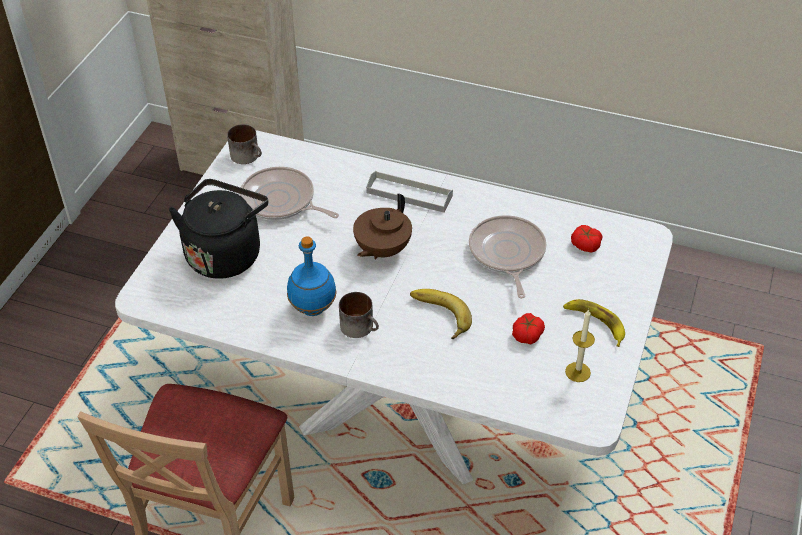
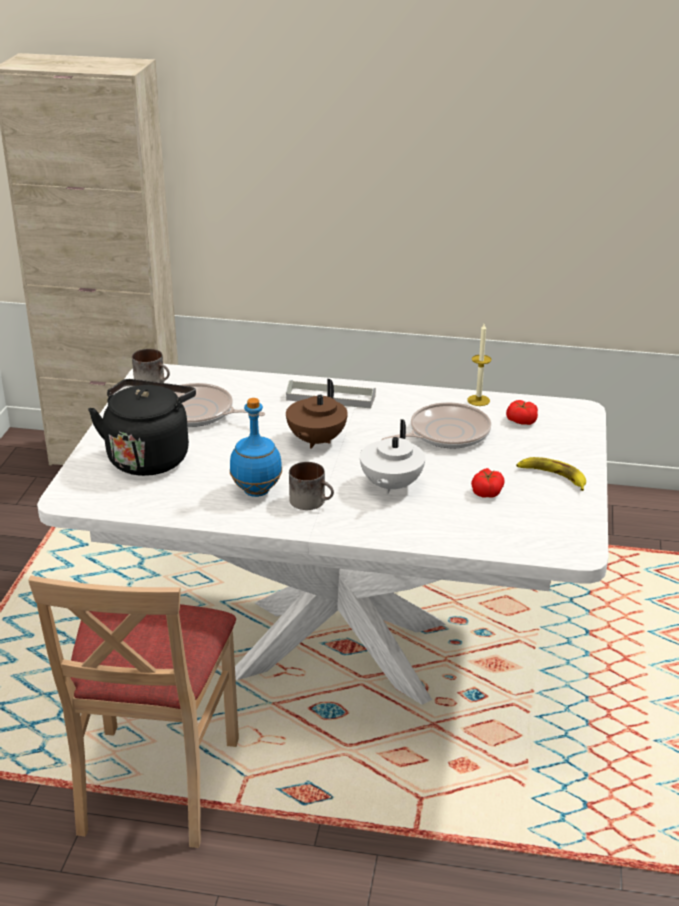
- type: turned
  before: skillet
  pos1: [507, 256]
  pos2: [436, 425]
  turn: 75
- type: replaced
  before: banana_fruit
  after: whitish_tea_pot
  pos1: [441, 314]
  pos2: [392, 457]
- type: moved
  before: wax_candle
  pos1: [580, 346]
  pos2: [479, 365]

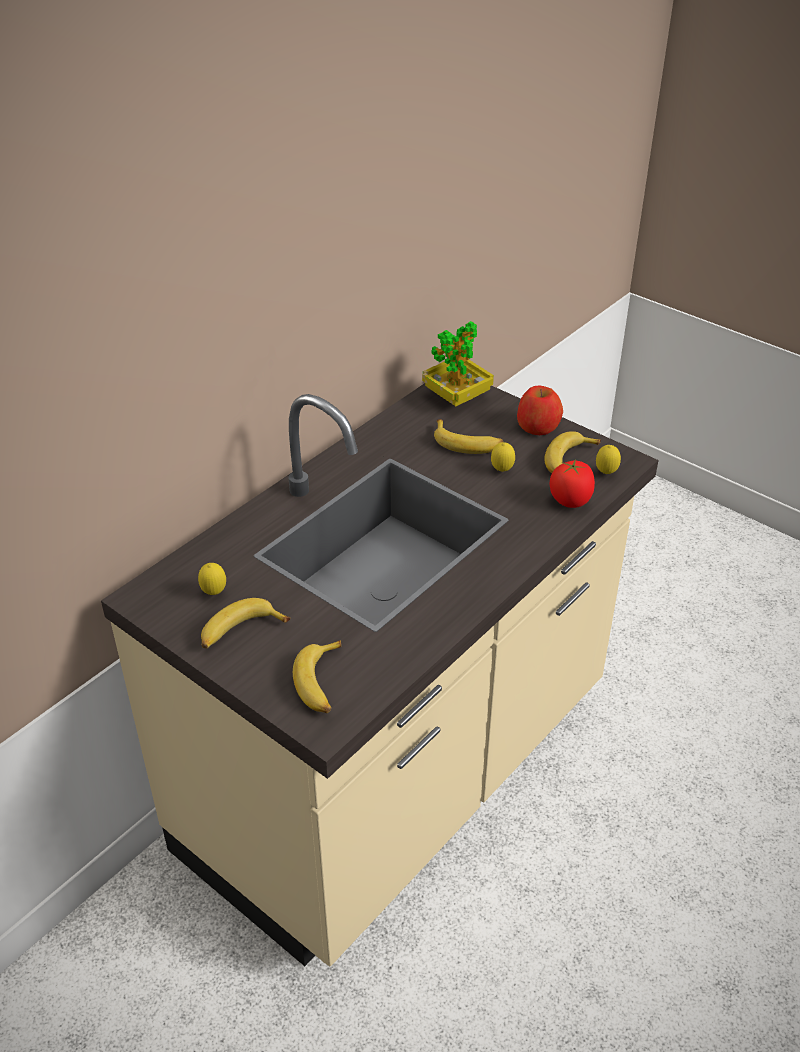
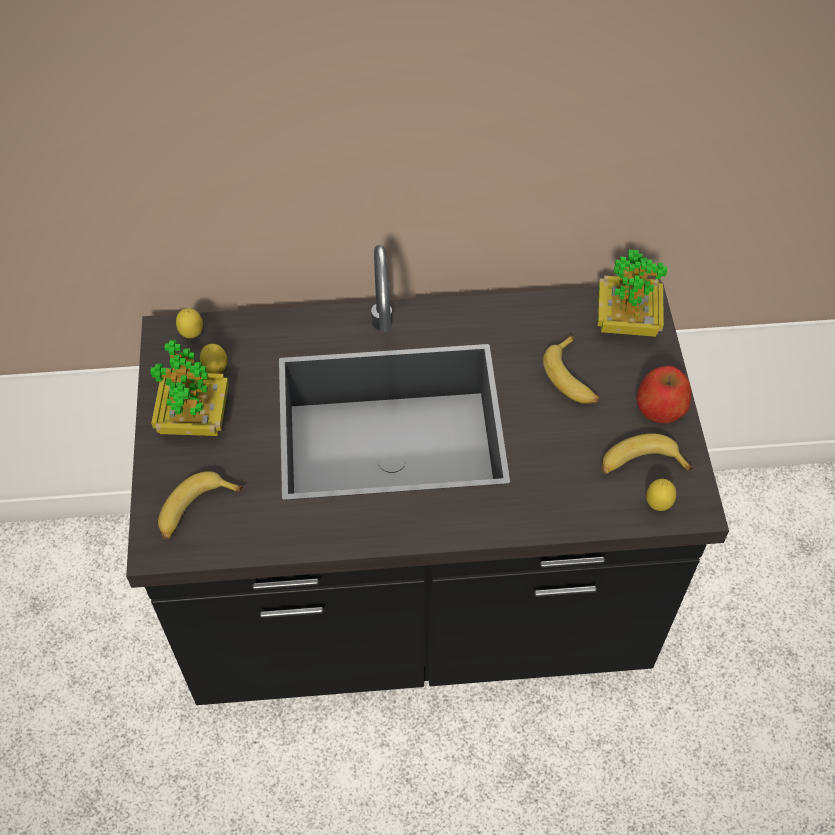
- type: recoloured
  before: beige_counter
  after: black-coloured_counter
  pos1: [380, 675]
  pos2: [427, 475]
- type: moved
  before: lemon
  pos1: [503, 457]
  pos2: [189, 323]
- type: removed
  before: whole_tomato
  pos1: [572, 483]
- type: replaced
  before: banana_fruit
  after: potted_plant
  pos1: [245, 623]
  pos2: [189, 388]

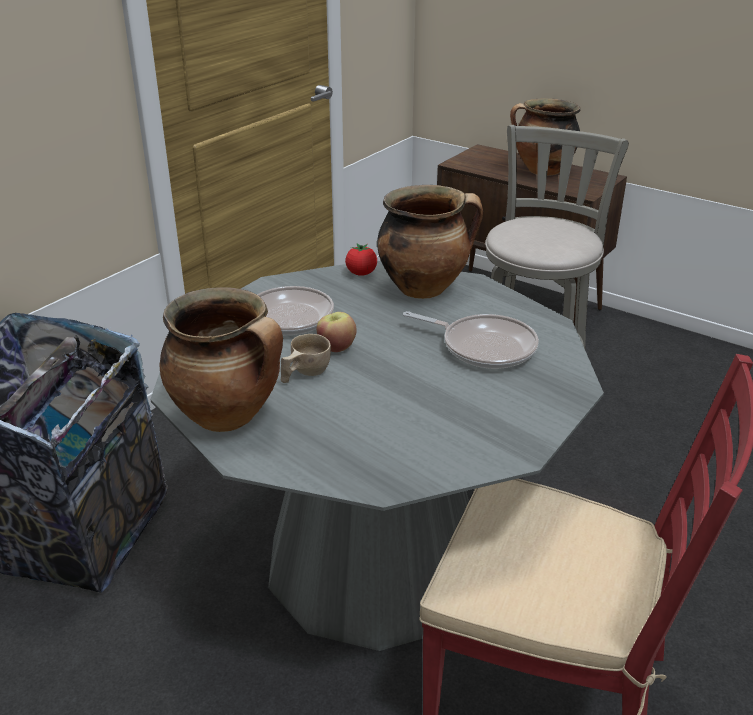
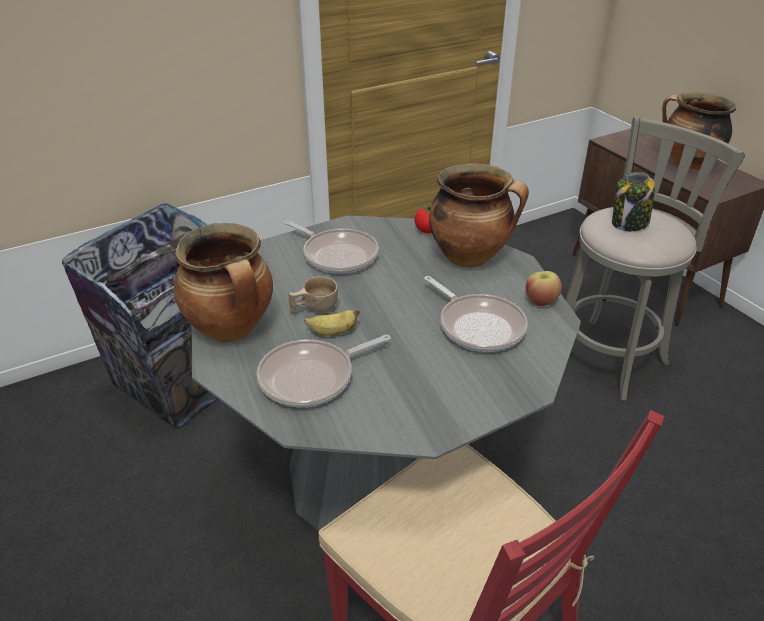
- type: moved
  before: whole_apple
  pos1: [336, 332]
  pos2: [544, 288]
- type: added
  after: storage_jar
  pos2: [633, 201]
- type: added
  after: banana_fruit
  pos2: [332, 322]
- type: added
  after: skillet
  pos2: [324, 370]

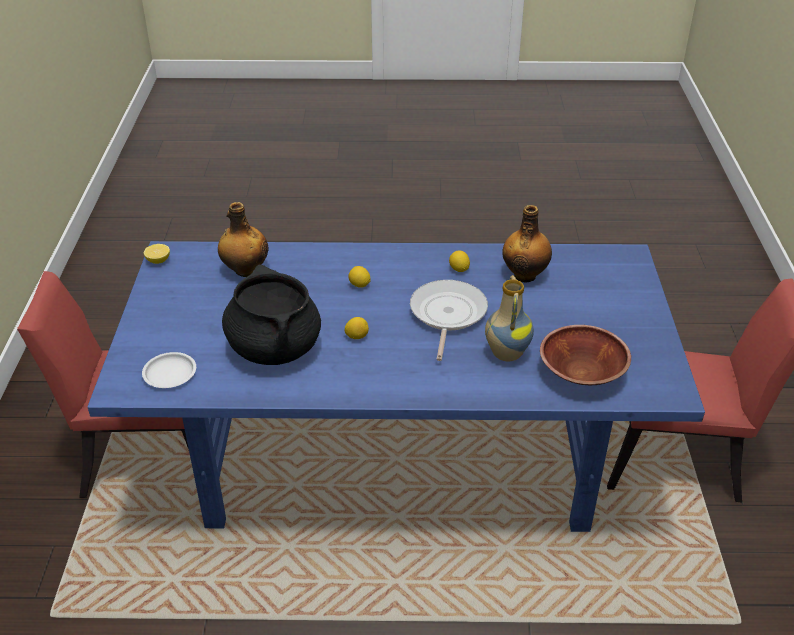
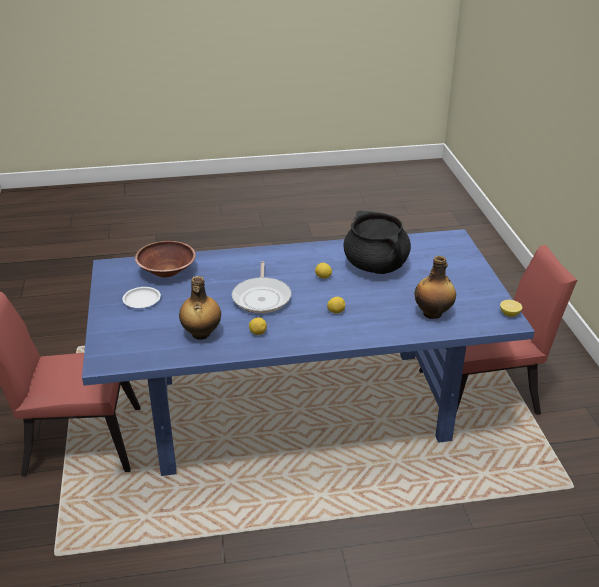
- type: removed
  before: decorative_vase
  pos1: [509, 318]
- type: moved
  before: whitish_flat_dish
  pos1: [169, 370]
  pos2: [141, 297]

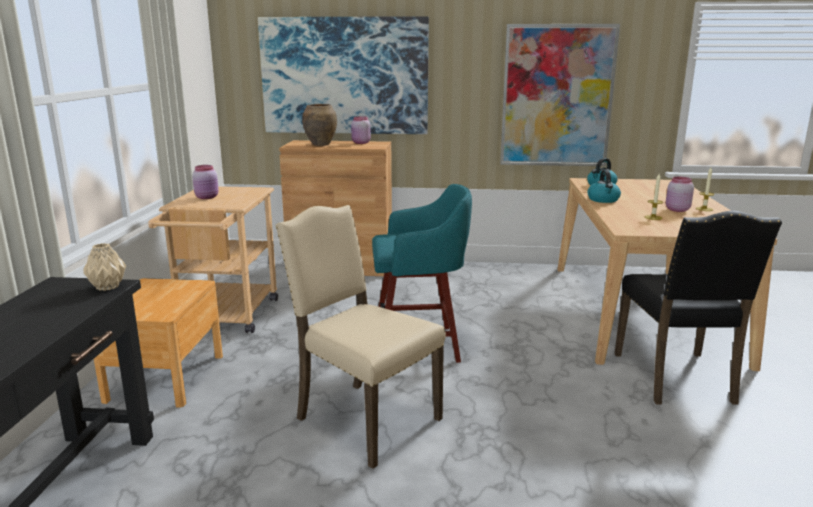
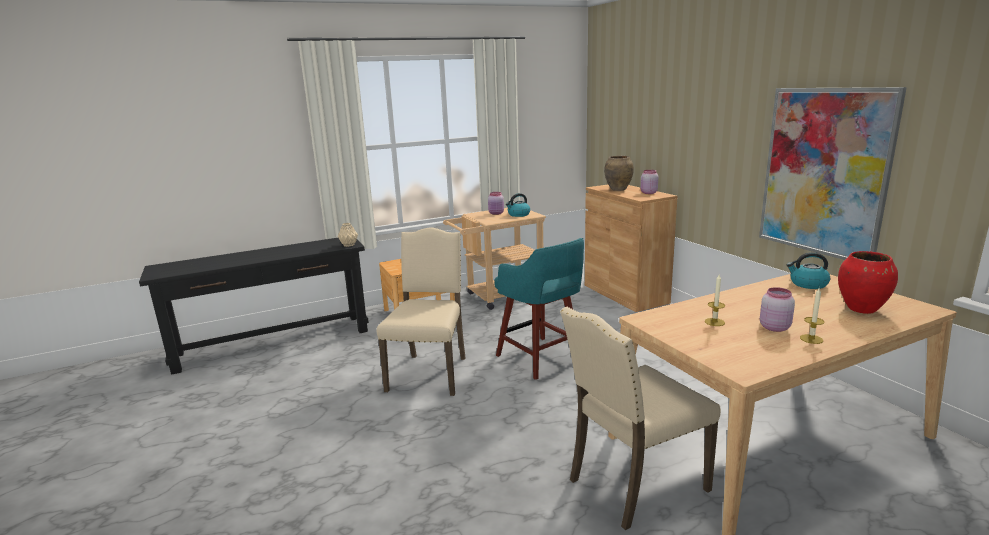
- type: removed
  before: picture
  pos1: [343, 75]
- type: moved
  before: water_kettle
  pos1: [604, 186]
  pos2: [518, 205]
- type: recoloured
  before: black-coloured_upright_chair
  after: beige_upright_chair
  pos1: [698, 307]
  pos2: [640, 418]
- type: added
  after: red_decorative_vase
  pos2: [868, 282]

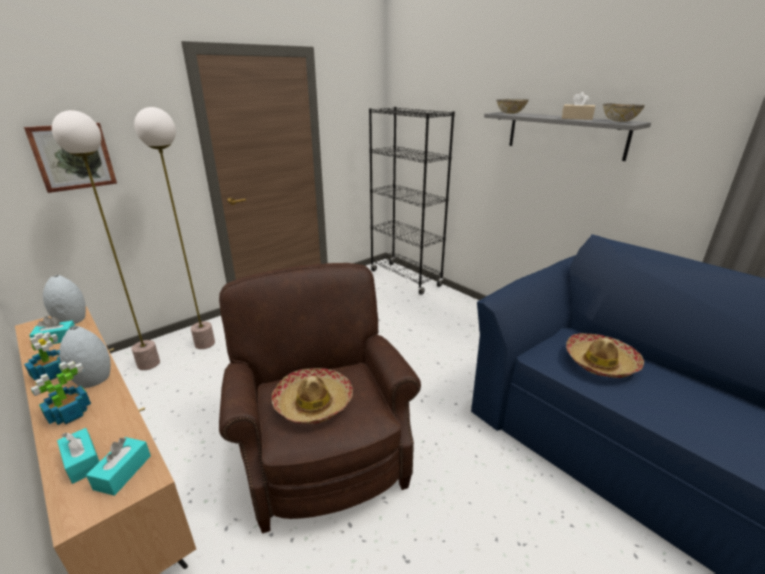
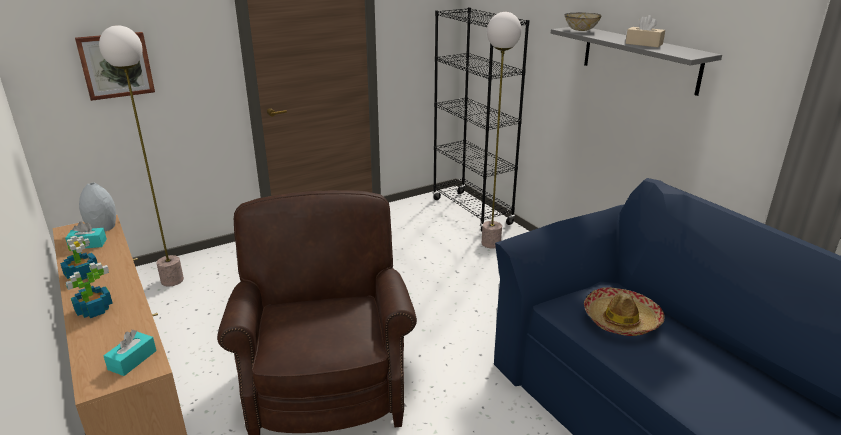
- type: removed
  before: deep_dish
  pos1: [624, 113]
- type: moved
  before: floor_lamp
  pos1: [174, 228]
  pos2: [501, 130]
- type: removed
  before: greyish_decorative_vase
  pos1: [85, 357]
- type: removed
  before: hat
  pos1: [312, 396]
- type: removed
  before: turquoise_tissue_box
  pos1: [78, 456]

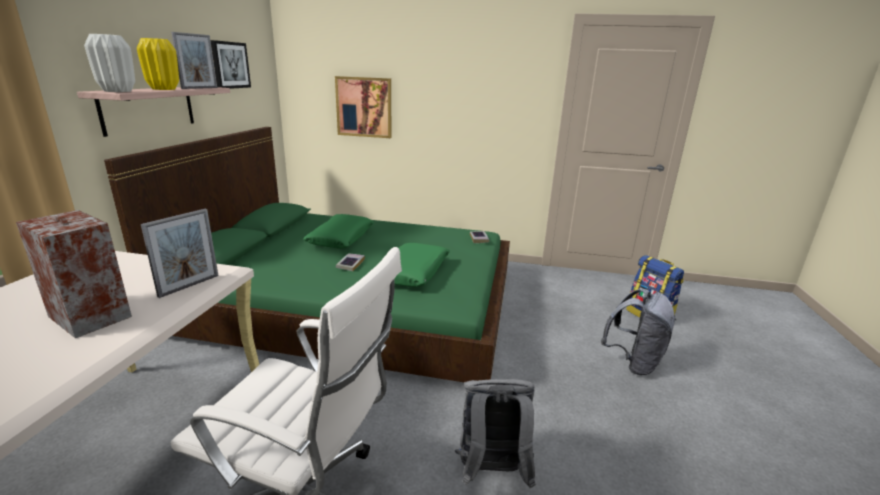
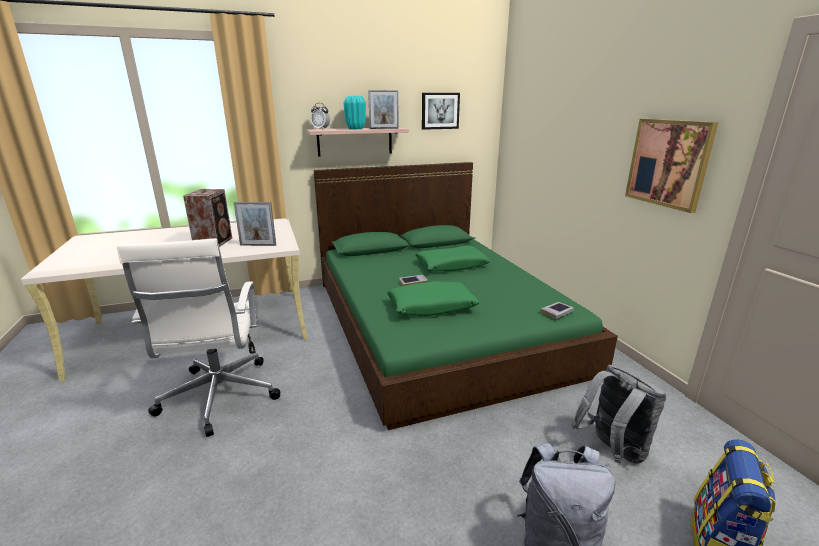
- type: replaced
  before: whitish_decorative_vase
  after: alarm_clock
  pos1: [109, 63]
  pos2: [320, 116]
- type: recoloured
  before: yellowish_decorative_vase
  after: turquoise_decorative_vase
  pos1: [158, 64]
  pos2: [355, 112]
- type: moved
  before: picture
  pos1: [363, 107]
  pos2: [671, 166]
- type: moved
  before: greyish_rucksack
  pos1: [495, 433]
  pos2: [619, 414]

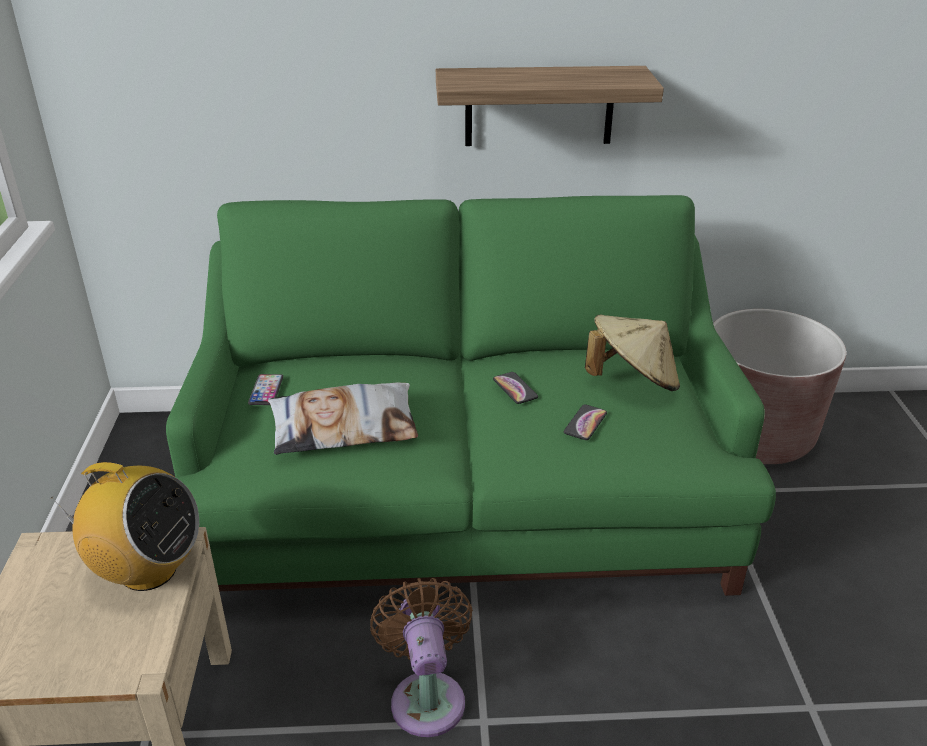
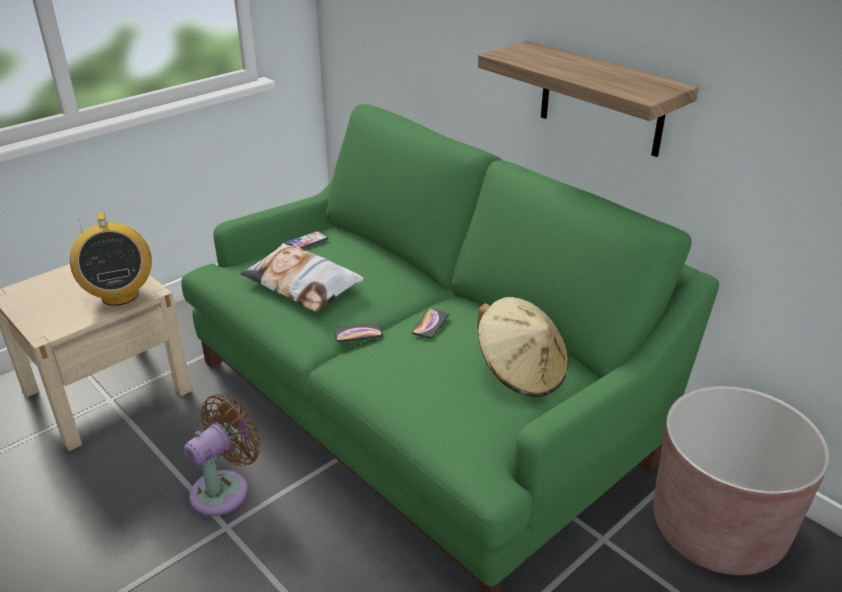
- type: moved
  before: telephone
  pos1: [585, 422]
  pos2: [358, 332]

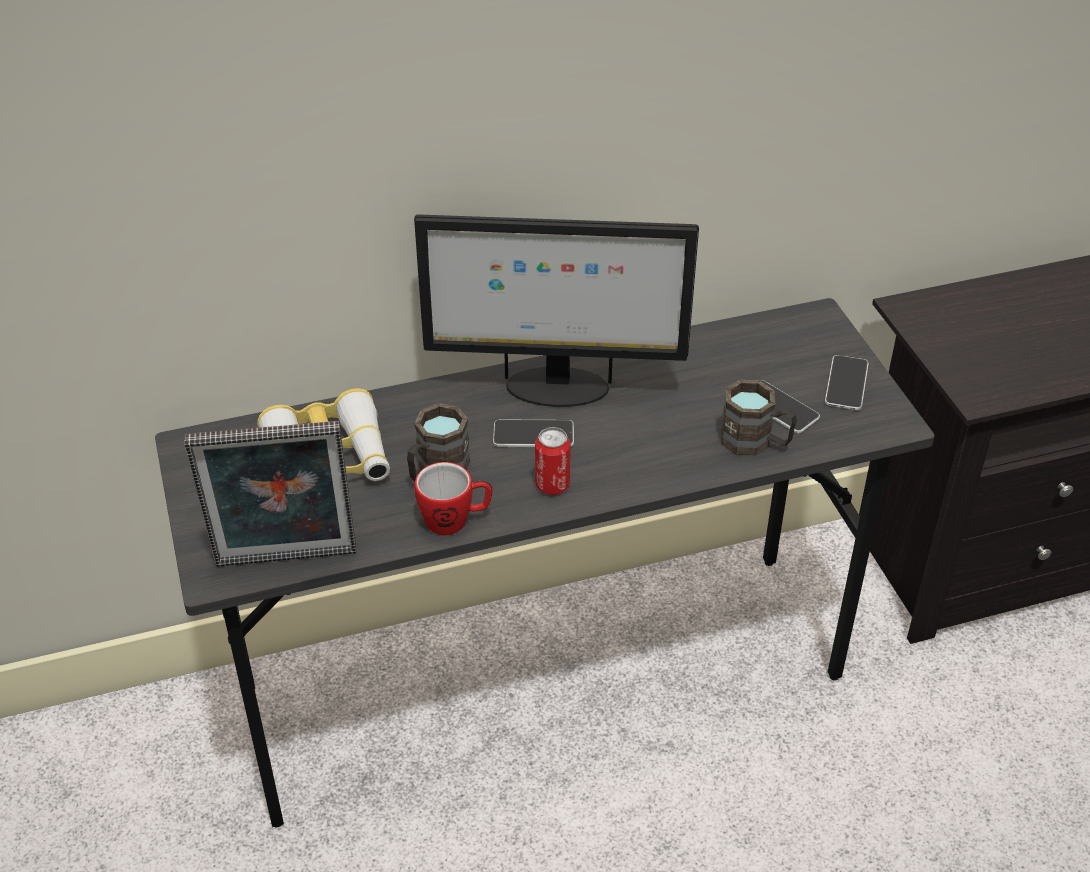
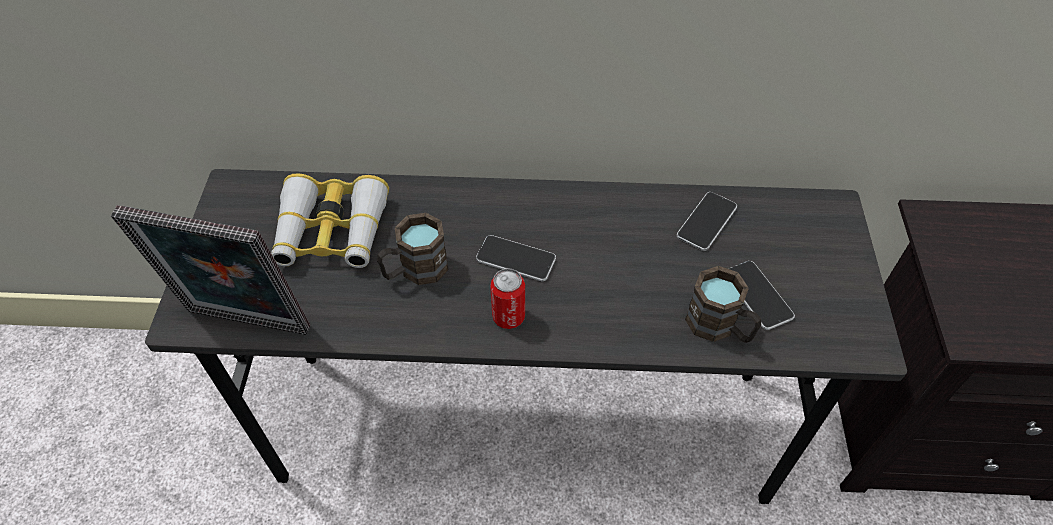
- type: removed
  before: monitor
  pos1: [556, 311]
- type: moved
  before: telephone
  pos1: [847, 382]
  pos2: [707, 221]
- type: removed
  before: mug
  pos1: [453, 498]

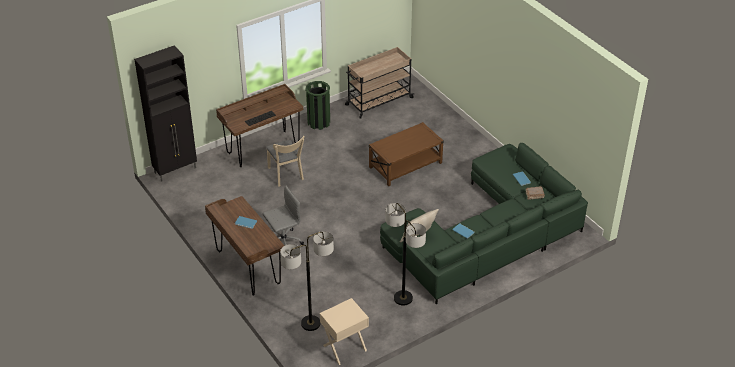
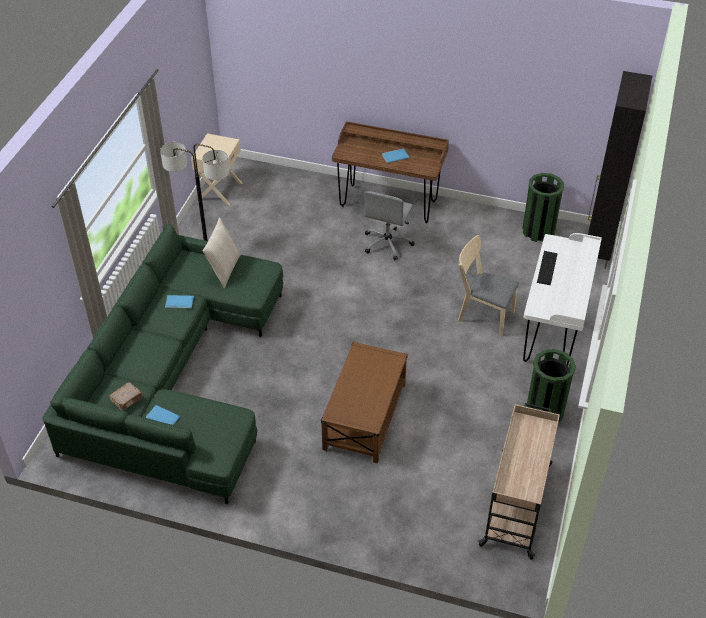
- type: recoloured
  before: brownish_desk
  after: whitish_desk
  pos1: [259, 125]
  pos2: [562, 299]
- type: removed
  before: floor_lamp
  pos1: [307, 281]
- type: added
  after: green_trash_can
  pos2: [543, 207]

